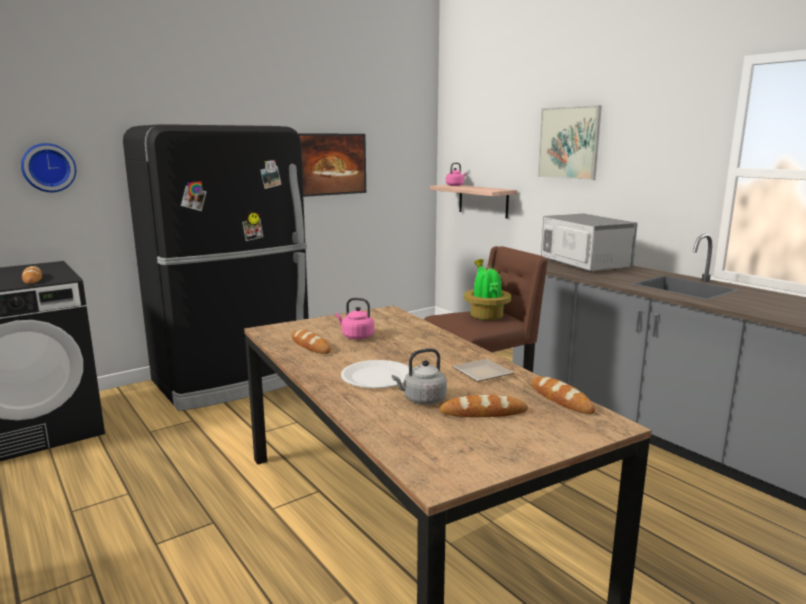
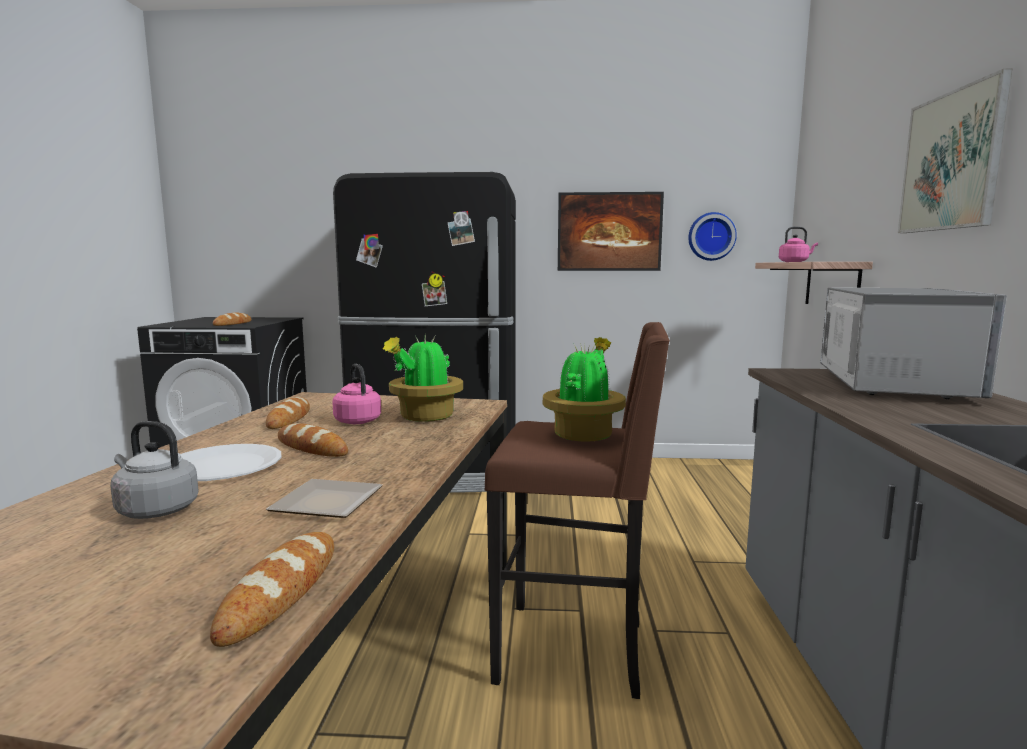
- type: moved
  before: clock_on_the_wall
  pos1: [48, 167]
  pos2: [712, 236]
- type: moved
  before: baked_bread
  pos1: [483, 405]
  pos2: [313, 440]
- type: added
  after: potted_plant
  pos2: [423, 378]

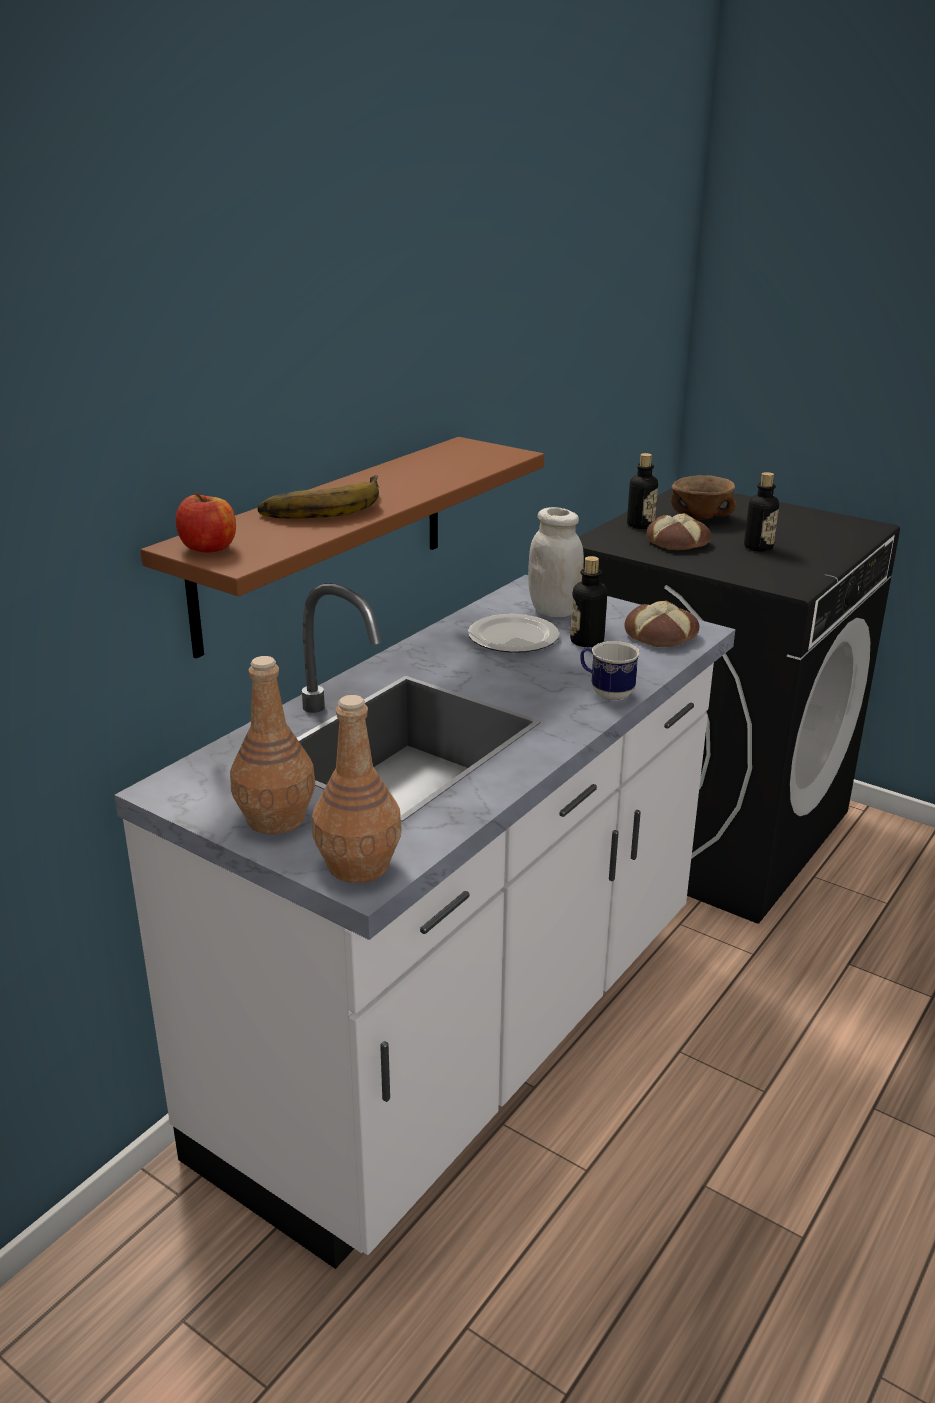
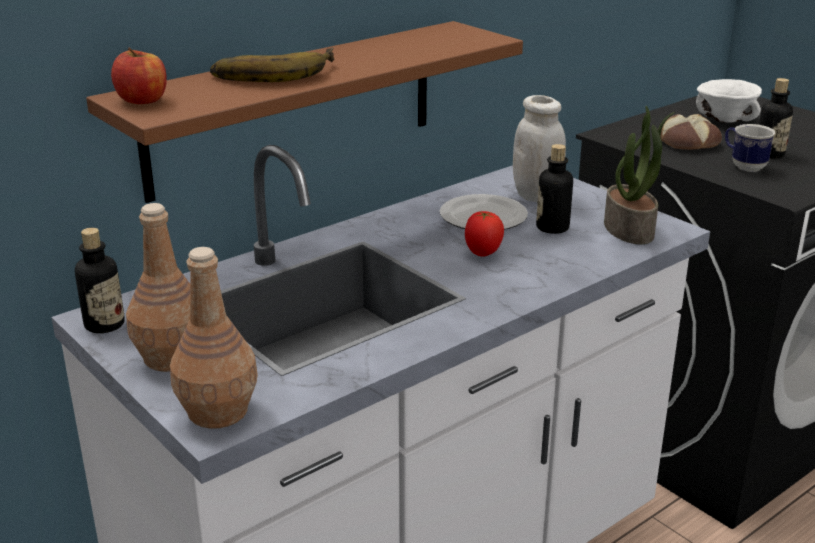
- type: moved
  before: beverage_bottle
  pos1: [642, 491]
  pos2: [100, 280]
- type: recoloured
  before: brownish_deep_dish
  after: whitish_deep_dish
  pos1: [704, 497]
  pos2: [729, 101]
- type: replaced
  before: baked_bread
  after: potted_plant
  pos1: [661, 624]
  pos2: [639, 175]
- type: moved
  before: mug
  pos1: [610, 671]
  pos2: [750, 148]
- type: added
  after: whole_tomato
  pos2: [484, 234]

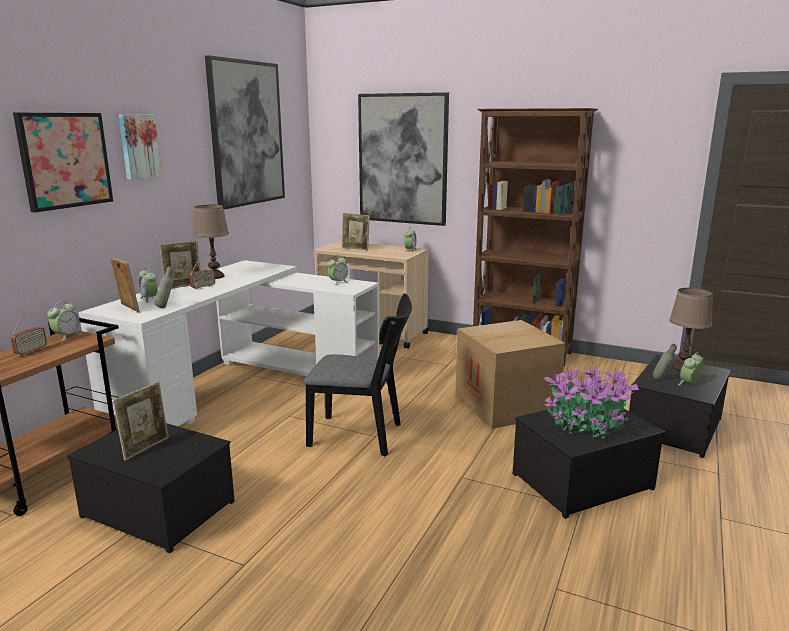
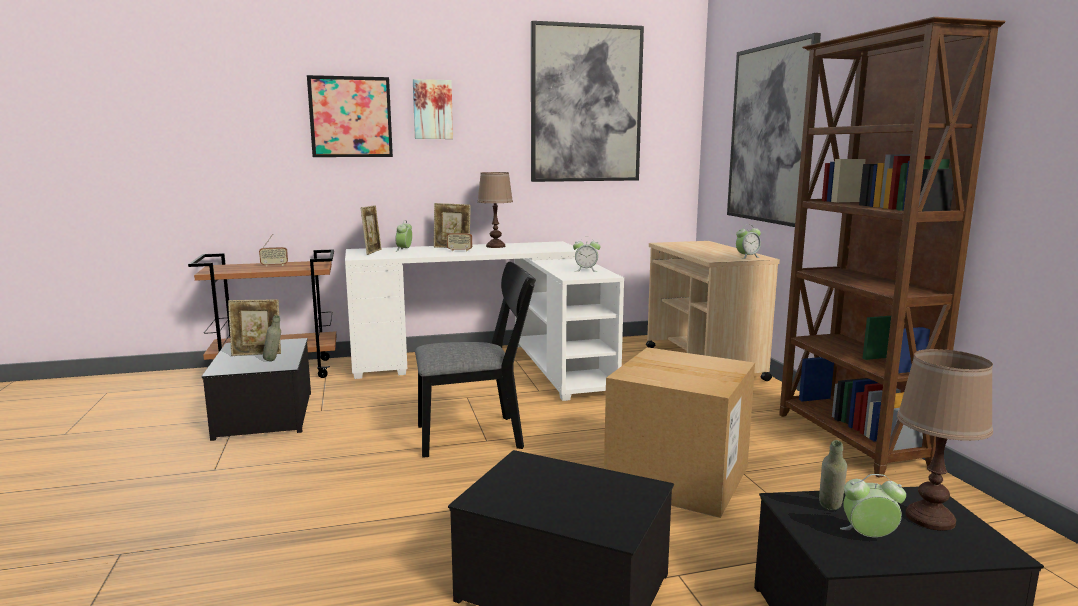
- type: removed
  before: standing_frame
  pos1: [356, 232]
- type: moved
  before: greyish_beverage_bottle
  pos1: [164, 287]
  pos2: [272, 338]
- type: turned
  before: black-coloured_upright_chair
  pos1: [358, 375]
  pos2: [475, 360]
  turn: -75
- type: removed
  before: alarm_clock
  pos1: [64, 321]
- type: removed
  before: potted_plant
  pos1: [591, 401]

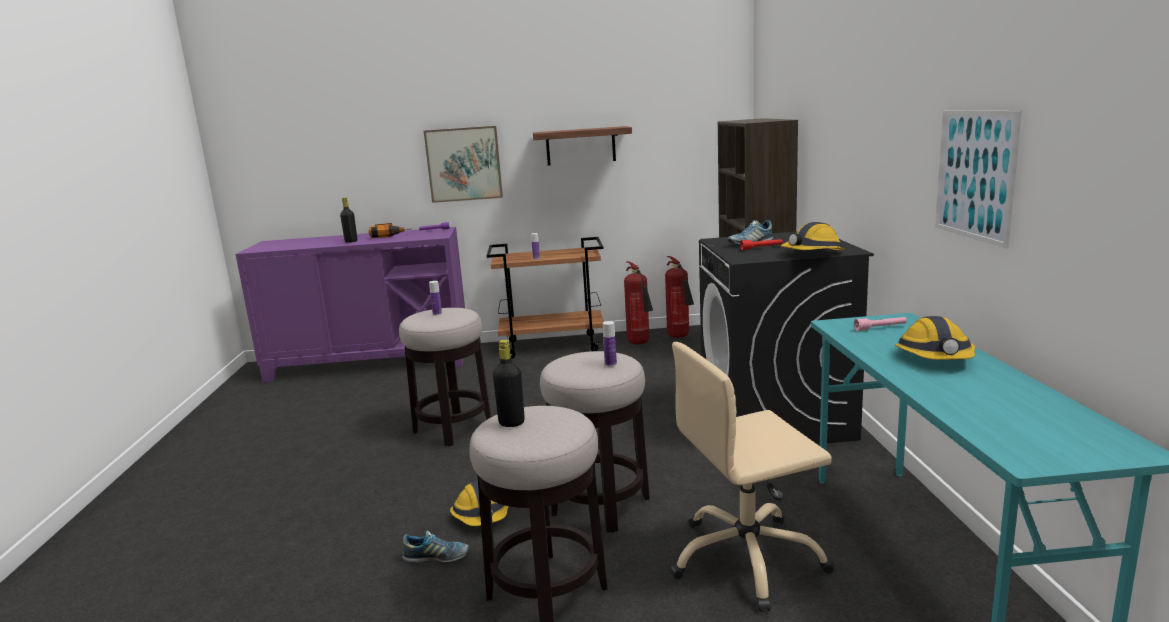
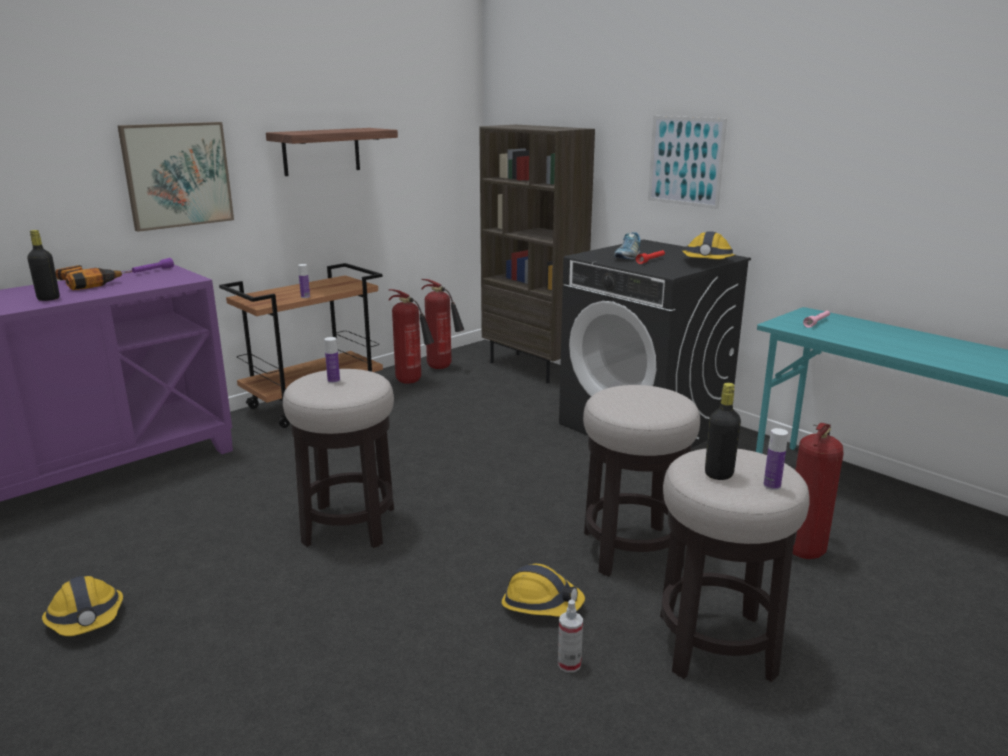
- type: moved
  before: picture
  pos1: [978, 180]
  pos2: [687, 162]
- type: moved
  before: safety_helmet
  pos1: [935, 338]
  pos2: [82, 606]
- type: moved
  before: beverage_bottle
  pos1: [610, 344]
  pos2: [775, 459]
- type: replaced
  before: beige_office_chair
  after: fire_extinguisher
  pos1: [752, 477]
  pos2: [818, 491]
- type: replaced
  before: shoe
  after: spray_bottle
  pos1: [435, 546]
  pos2: [570, 636]

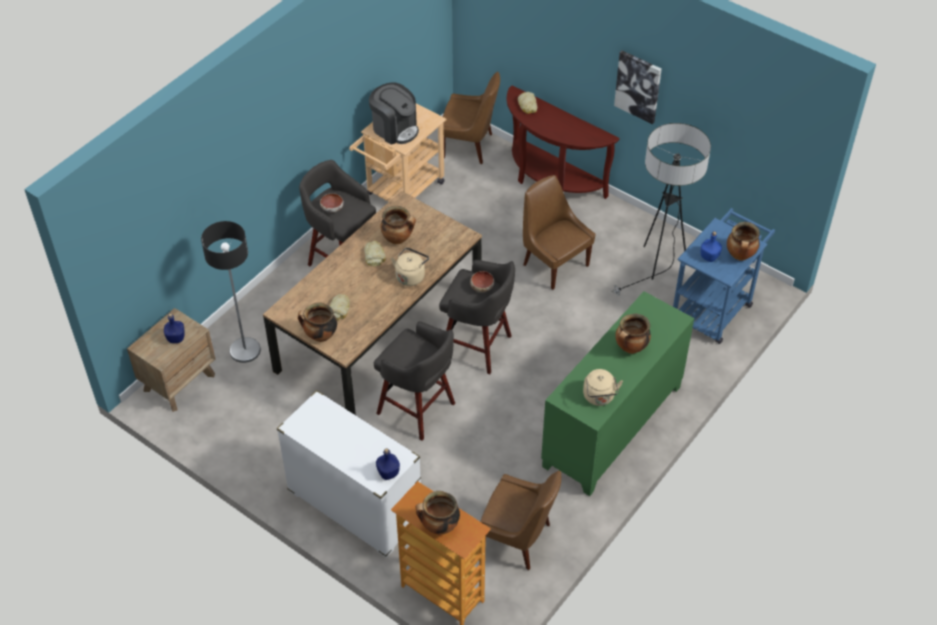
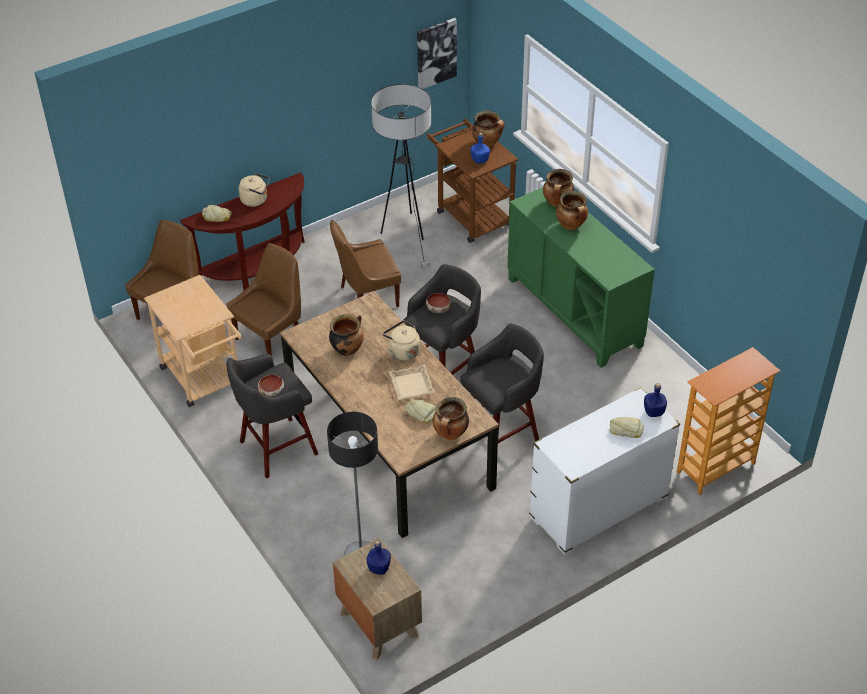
- type: moved
  before: picture
  pos1: [638, 87]
  pos2: [437, 53]
- type: removed
  before: coffee_brewer
  pos1: [394, 113]
- type: recoloured
  before: bluish_trolley
  after: brownish_trolley
  pos1: [724, 276]
  pos2: [473, 181]
- type: moved
  before: baked_bread
  pos1: [375, 253]
  pos2: [626, 427]
- type: moved
  before: beige_water_kettle
  pos1: [603, 387]
  pos2: [254, 190]
- type: moved
  before: brownish_upright_chair
  pos1: [520, 520]
  pos2: [263, 299]
- type: moved
  before: cooking_pot
  pos1: [438, 512]
  pos2: [558, 188]
- type: added
  after: beige_tray
  pos2: [412, 382]

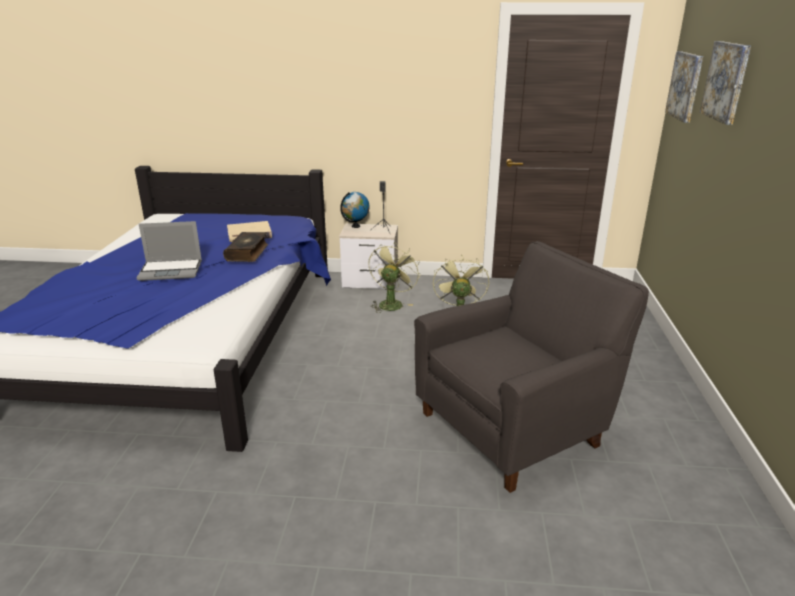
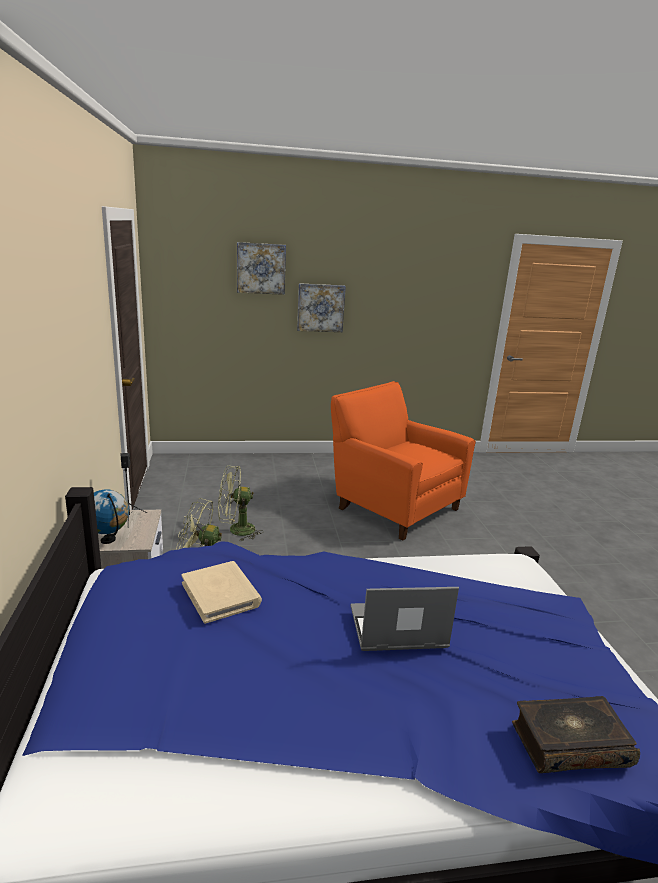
- type: moved
  before: picture
  pos1: [684, 87]
  pos2: [321, 307]
- type: turned
  before: notebook_computer
  pos1: [169, 251]
  pos2: [405, 619]
  turn: -75
- type: moved
  before: book
  pos1: [245, 247]
  pos2: [576, 734]
- type: recoloured
  before: greyish_easy_chair
  after: orangey_easy_chair
  pos1: [531, 367]
  pos2: [403, 460]

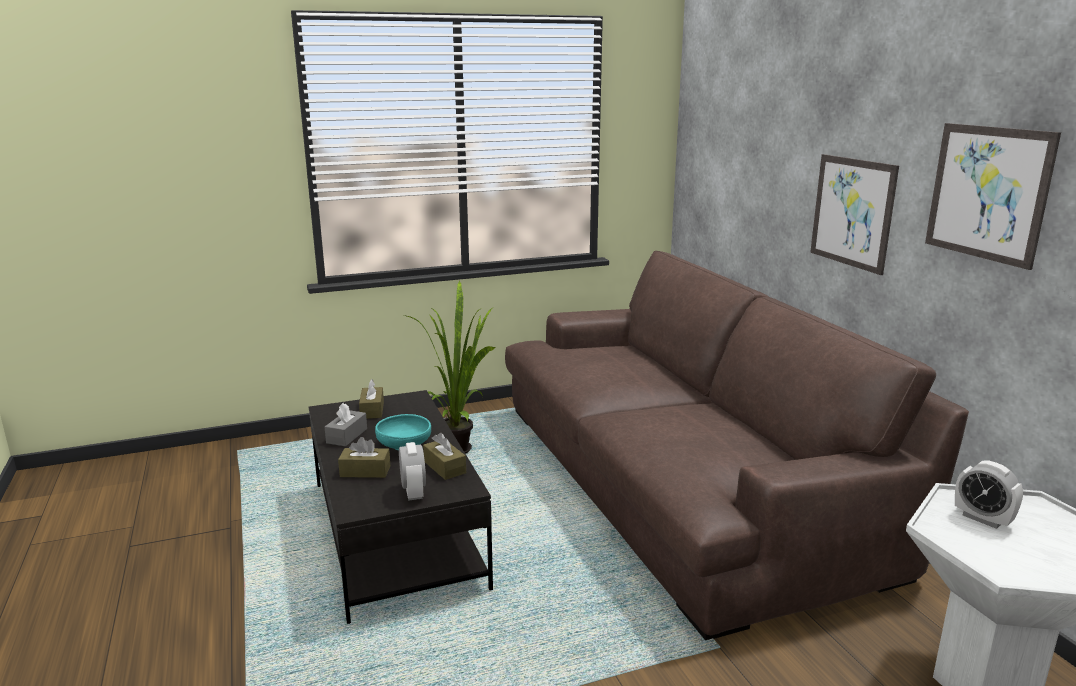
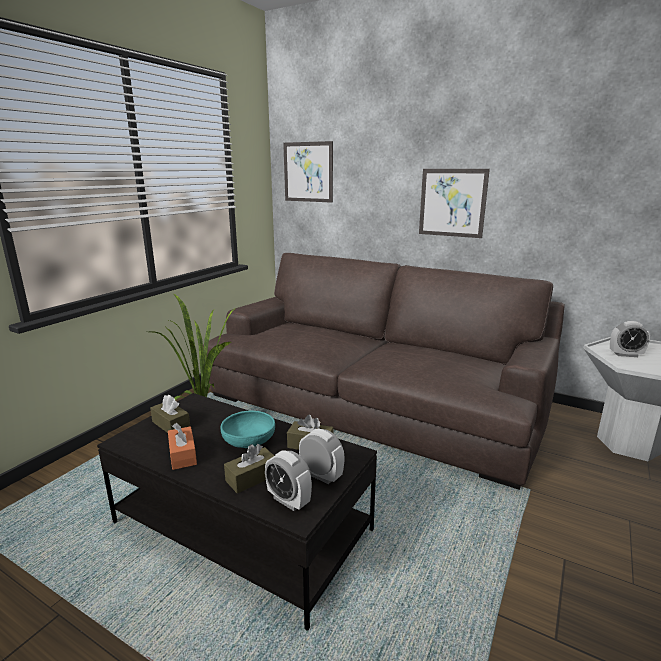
- type: moved
  before: picture
  pos1: [993, 196]
  pos2: [308, 172]
- type: recoloured
  before: greyish_tissue_box
  after: orangey_tissue_box
  pos1: [346, 424]
  pos2: [182, 446]
- type: added
  after: alarm_clock
  pos2: [288, 480]

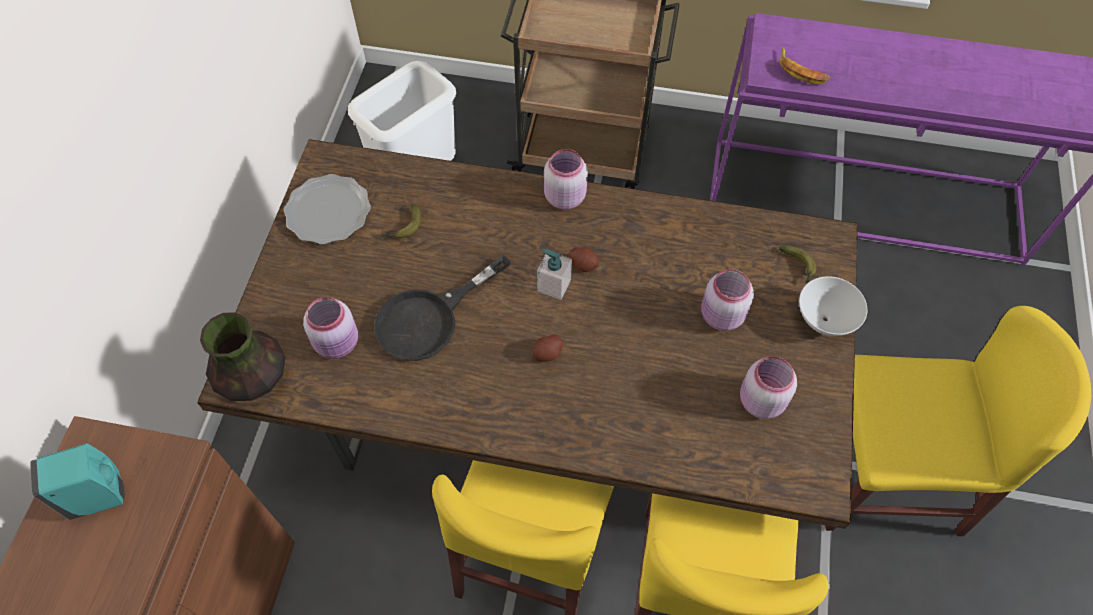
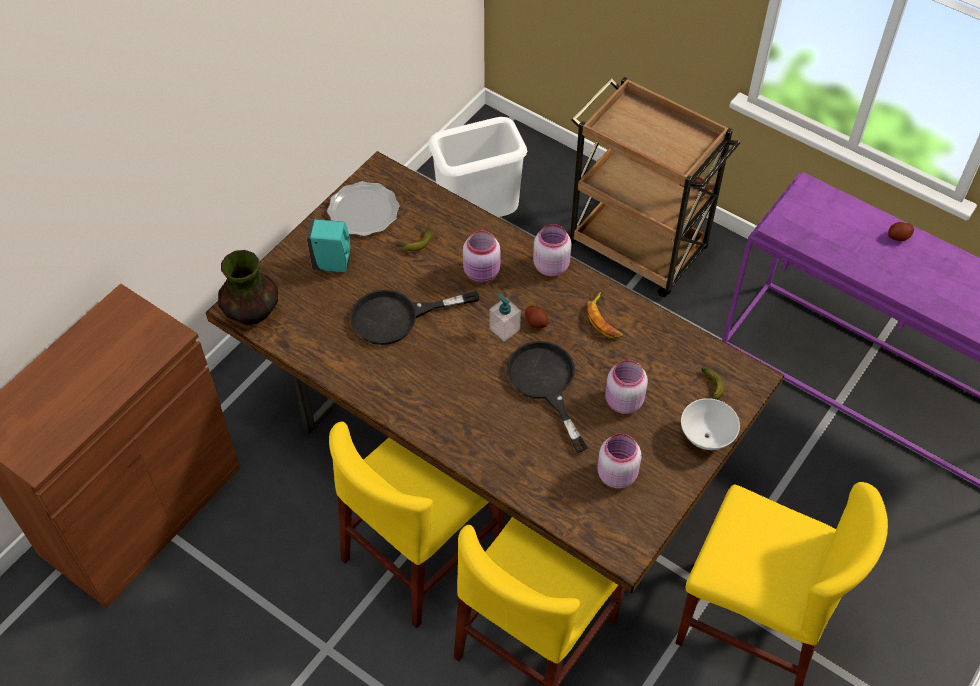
- type: moved
  before: banana_fruit
  pos1: [805, 65]
  pos2: [604, 315]
- type: moved
  before: pinkish_storage_jar
  pos1: [330, 328]
  pos2: [482, 256]
- type: moved
  before: whole_potato
  pos1: [547, 348]
  pos2: [901, 231]
- type: moved
  before: turquoise_liquid_soap_bottle
  pos1: [77, 481]
  pos2: [329, 246]
- type: added
  after: black-coloured_skillet
  pos2: [547, 397]

